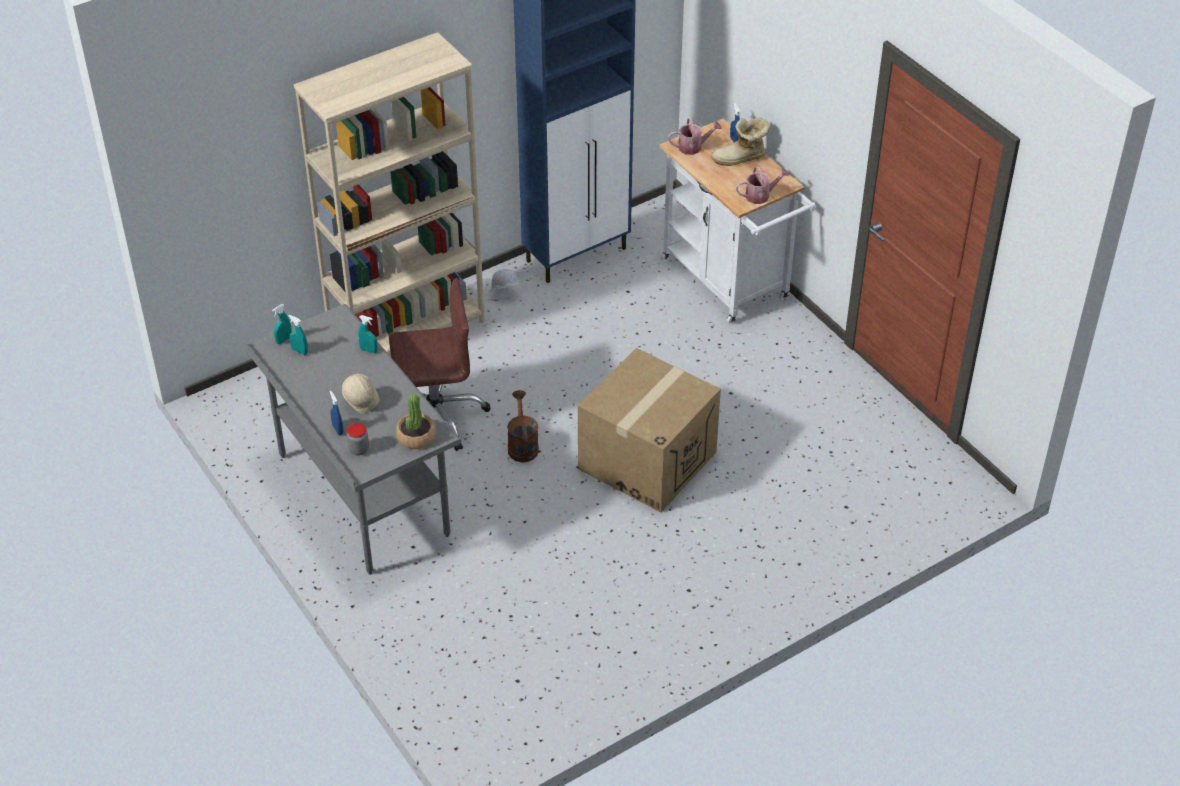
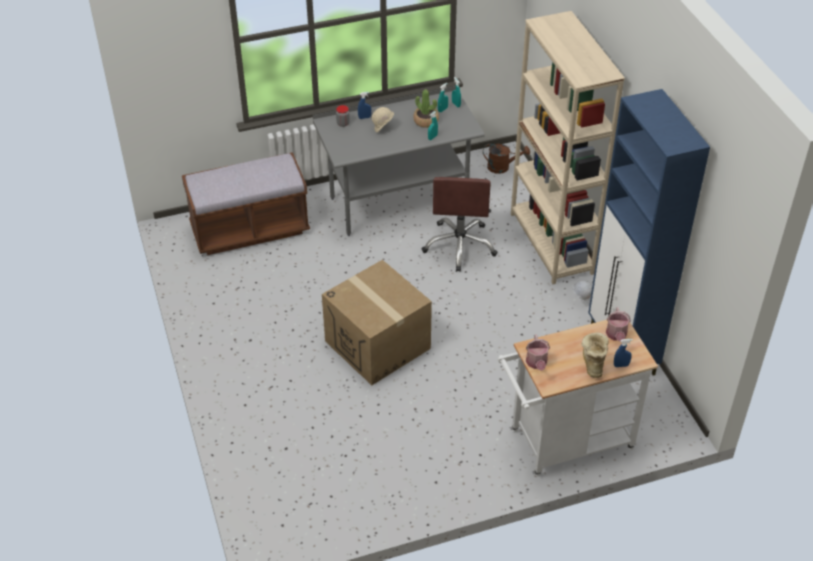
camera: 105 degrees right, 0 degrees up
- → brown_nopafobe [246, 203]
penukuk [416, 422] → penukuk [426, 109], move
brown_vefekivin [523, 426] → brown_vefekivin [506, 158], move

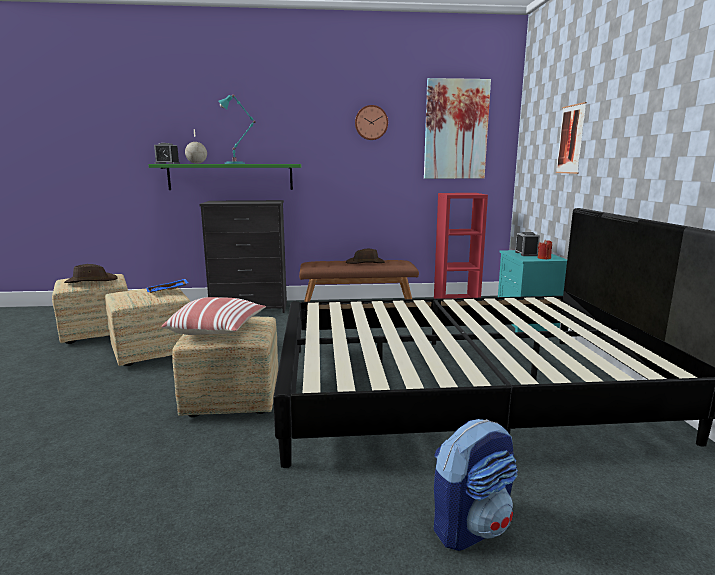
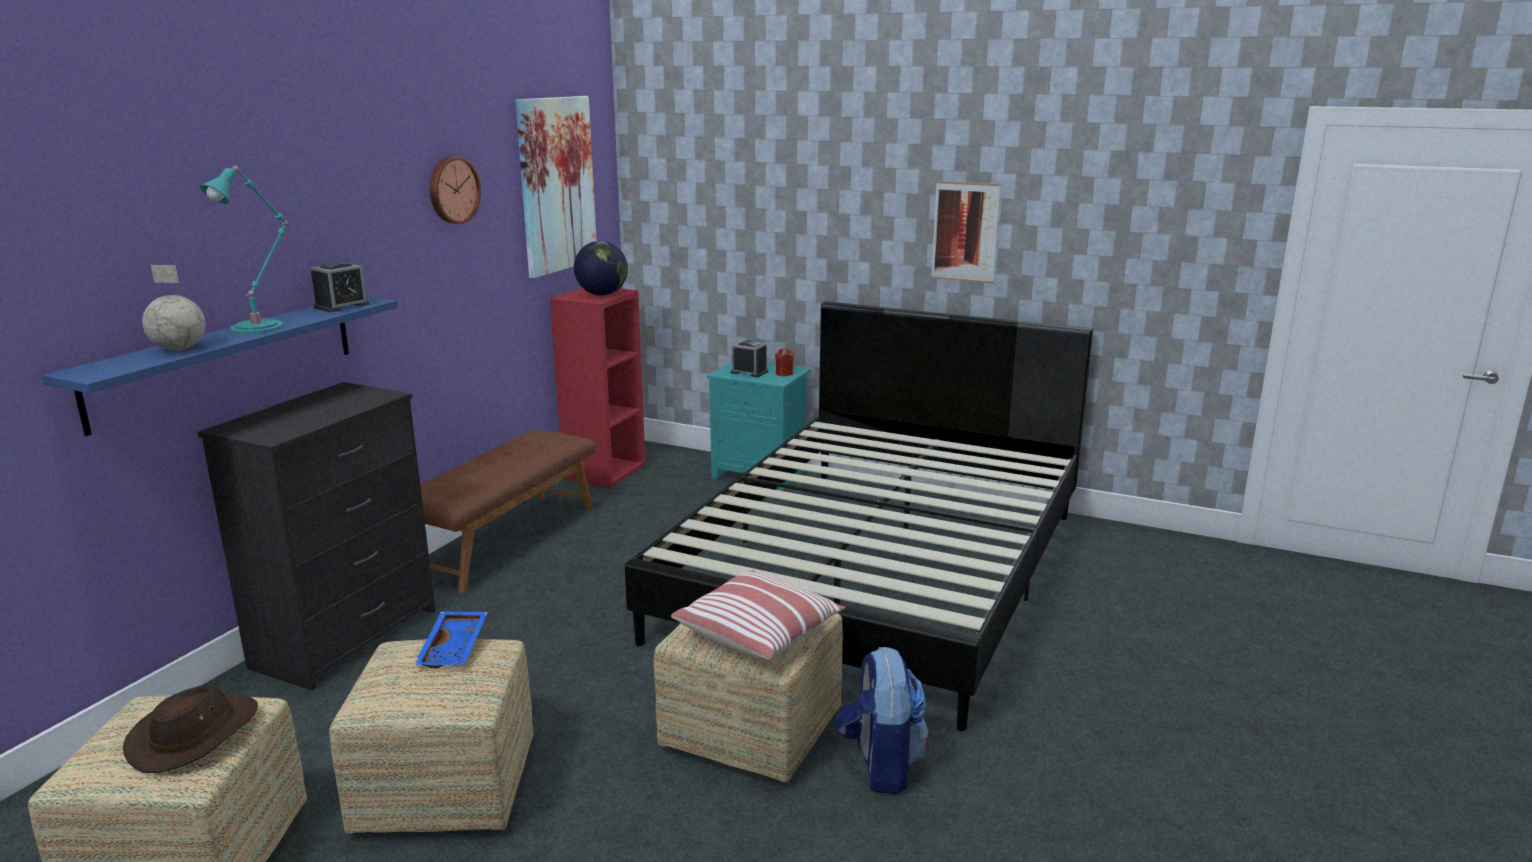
camera: 60 degrees left, 5 degrees up
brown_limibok [365, 256] → -
- → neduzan [601, 268]
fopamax [167, 153] → fopamax [340, 286], move
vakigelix [476, 485] → vakigelix [882, 720], move
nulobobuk [571, 138] → nulobobuk [965, 232], move
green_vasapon [224, 177] → blue_vasapon [219, 366]

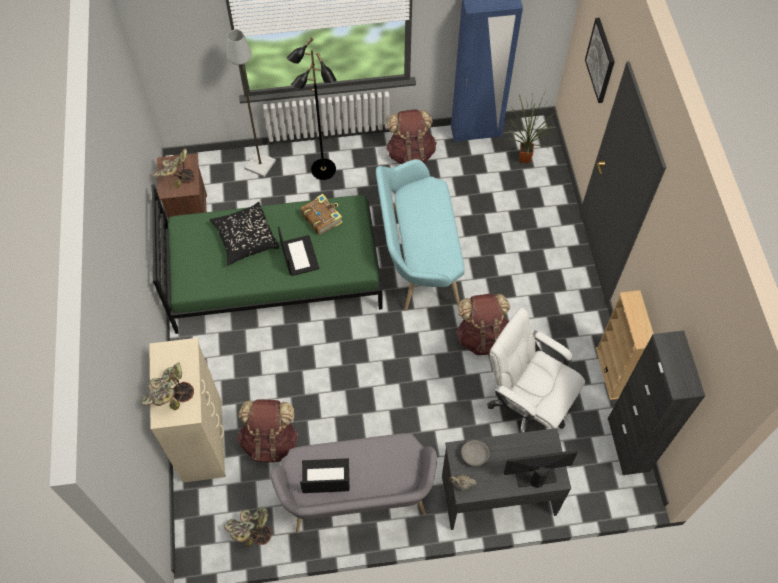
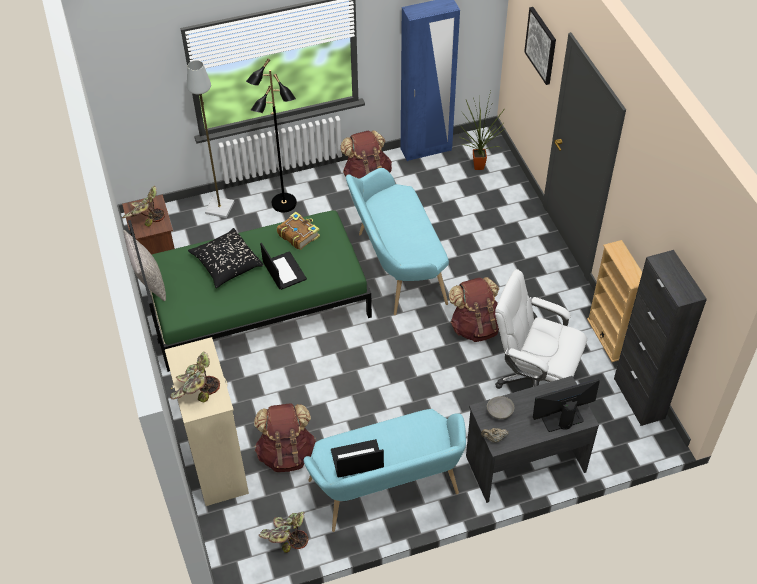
camera: 10 degrees left, 10 degrees down
- → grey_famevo [144, 265]
grey_nopafobe [353, 483] → turquoise_nopafobe [385, 470]

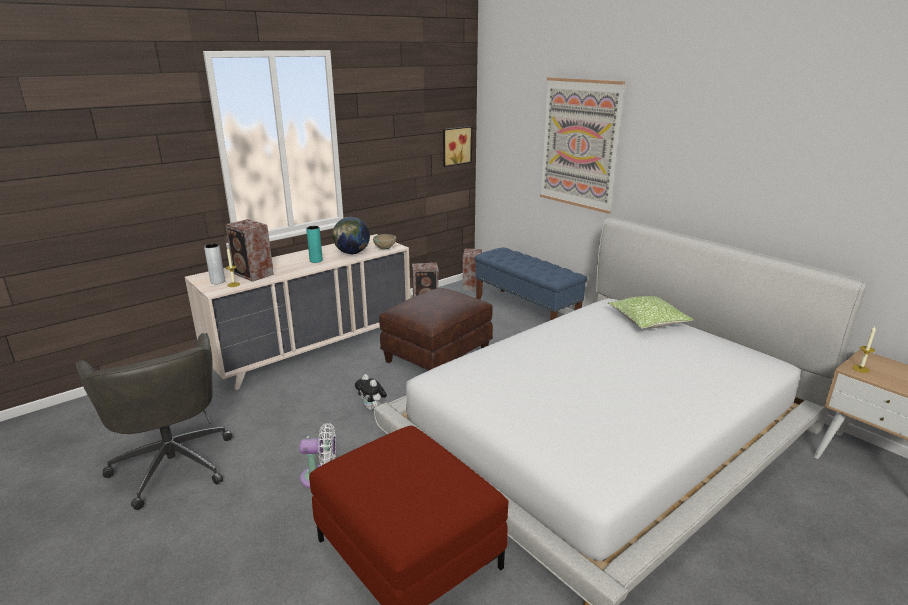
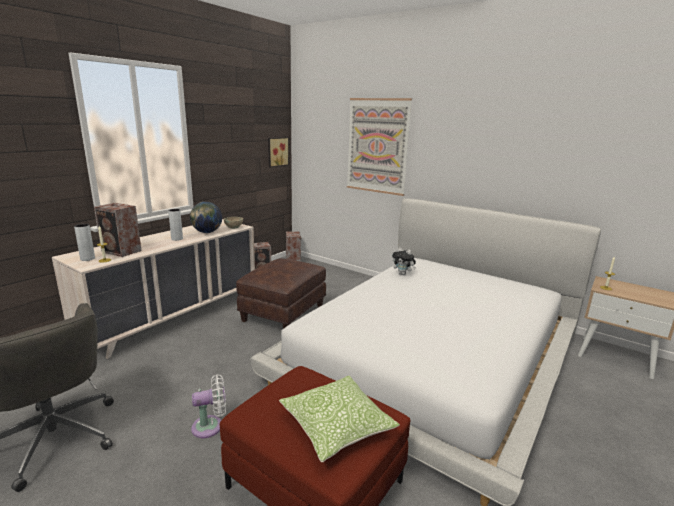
camera: 15 degrees left, 5 degrees down
blue_nopafobe [530, 284] → -
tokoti [371, 392] → tokoti [404, 261], move
famevo [651, 312] → famevo [339, 418], move
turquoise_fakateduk [314, 244] → grey_fakateduk [175, 225]

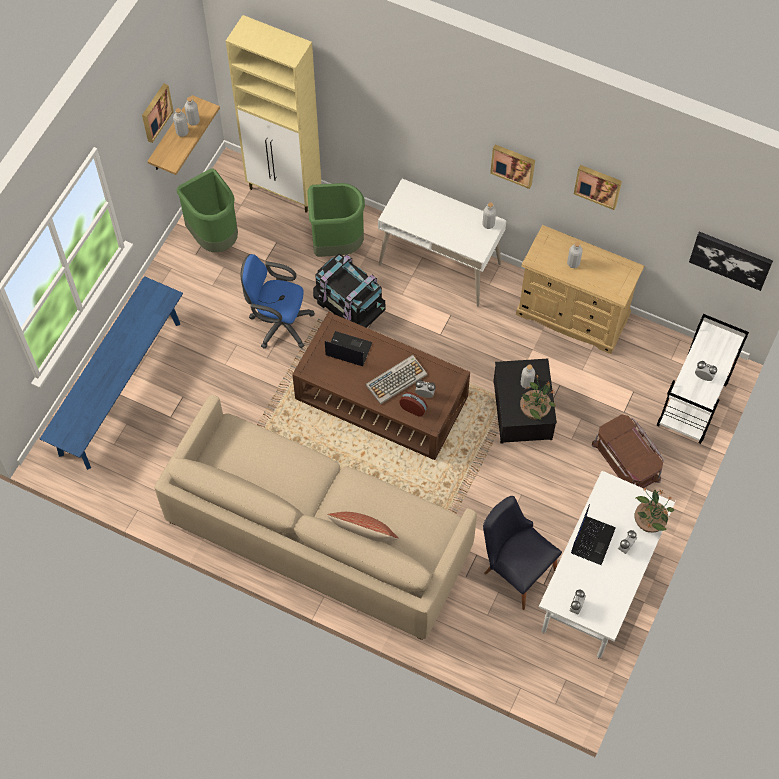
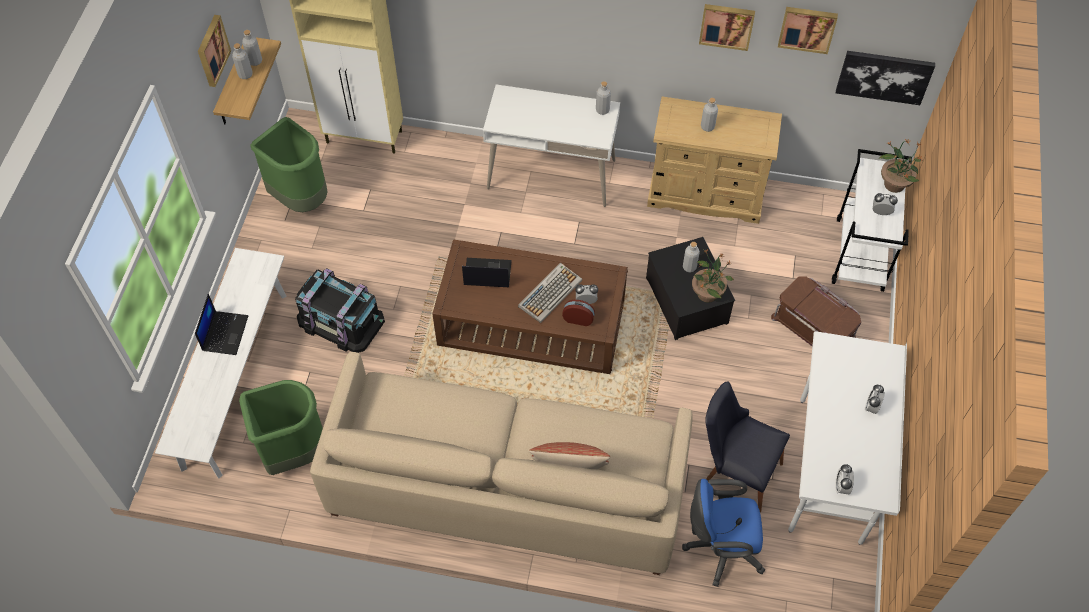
camera: 15 degrees left, 5 degrees down
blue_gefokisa [278, 301] → blue_gefokisa [723, 533], move
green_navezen [336, 220] → green_navezen [281, 427], move
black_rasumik [349, 291] → black_rasumik [340, 310], move
nulobobuk [512, 166] → nulobobuk [808, 30], move
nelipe [593, 534] → nelipe [221, 324], move
penukuk [654, 510] → penukuk [901, 165], move
blue_nopafobe [111, 373] → white_nopafobe [221, 363]

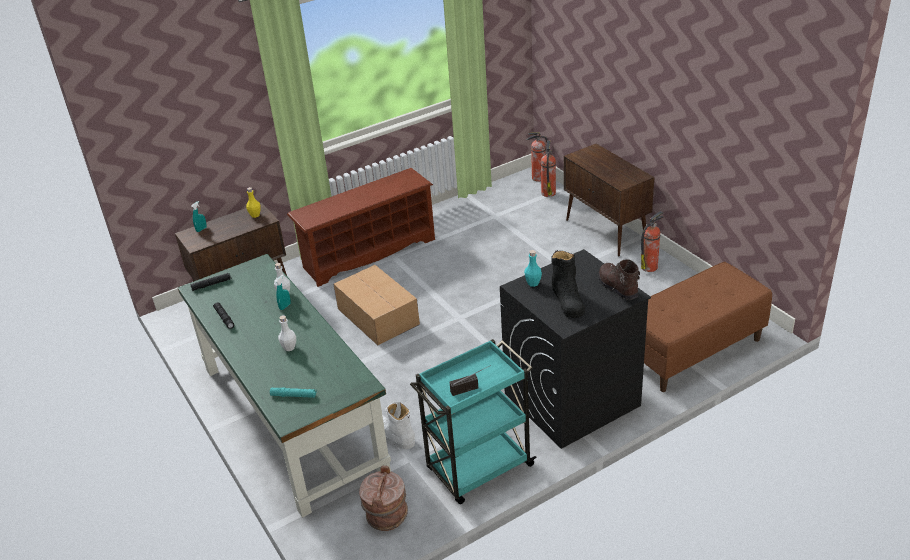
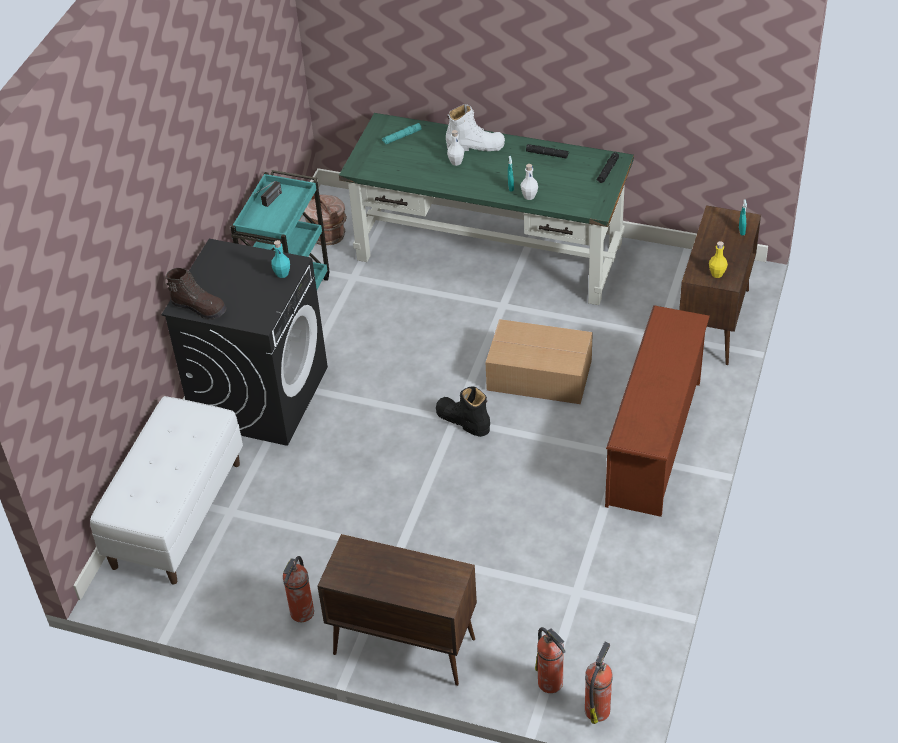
camera: 140 degrees right, 10 degrees up
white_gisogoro [392, 425] → white_gisogoro [475, 127], move
black_gisogoro [568, 284] → black_gisogoro [463, 412], move
brown_nopafobe [708, 327] → white_nopafobe [166, 490]

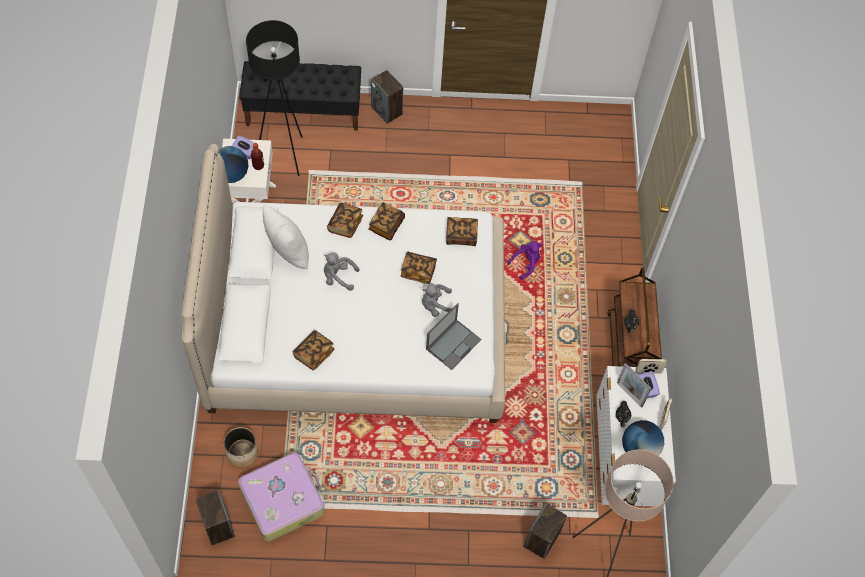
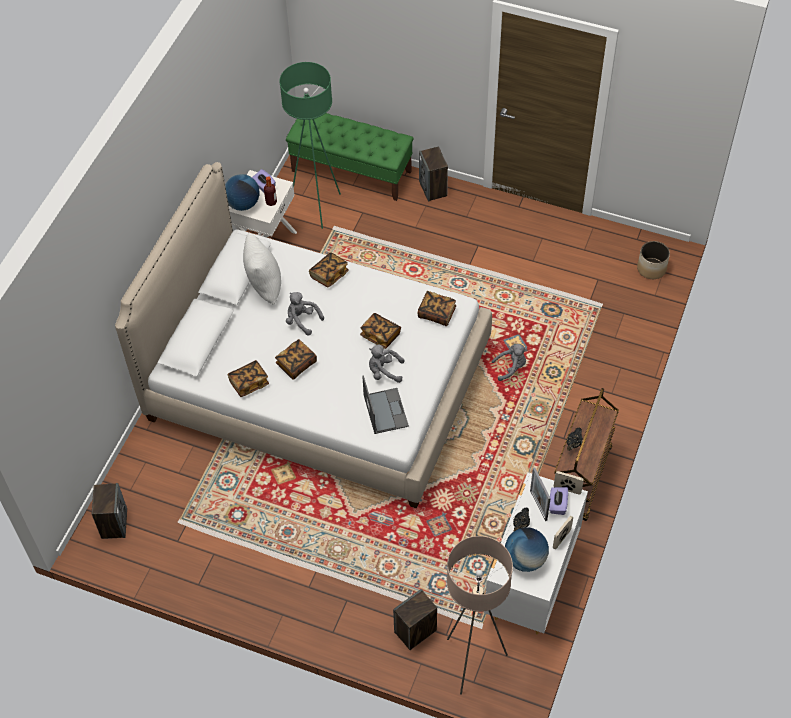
camera: 25 degrees right, 5 degrees down
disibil [281, 497] → -
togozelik [241, 447] → togozelik [653, 260], move
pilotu [386, 221] → pilotu [296, 359], move
black_nopafobe [300, 96] → green_nopafobe [350, 157]
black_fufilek [274, 98] → green_fufilek [310, 145]
purple_tokoti [524, 261] → grey_tokoti [509, 362]
nelipe [454, 336] → nelipe [385, 404], 75 degrees counterclockwise

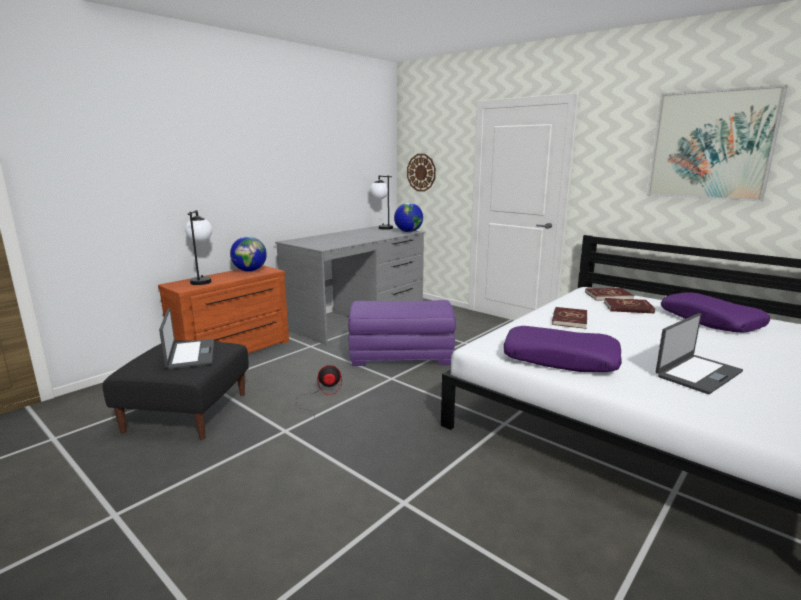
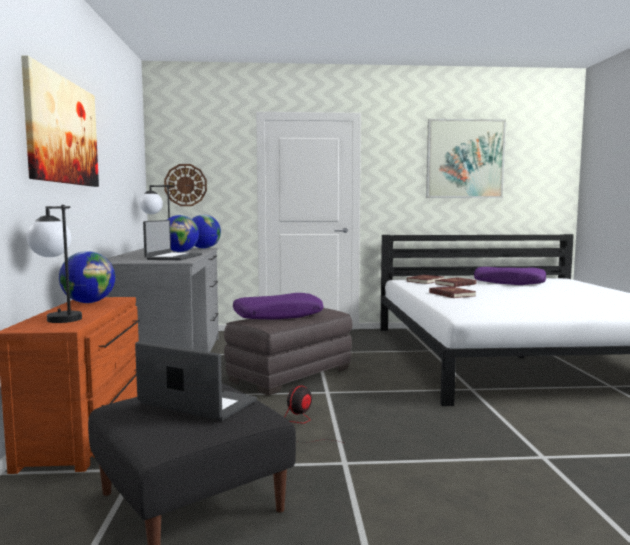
camera: 45 degrees left, 10 degrees down
- → nulobobuk [60, 121]
- → neduzan [183, 233]
purple_famevo [563, 349] → purple_famevo [278, 306], move
nelipe [699, 353] → nelipe [172, 240], move
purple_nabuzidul [402, 333] → grey_nabuzidul [288, 352]

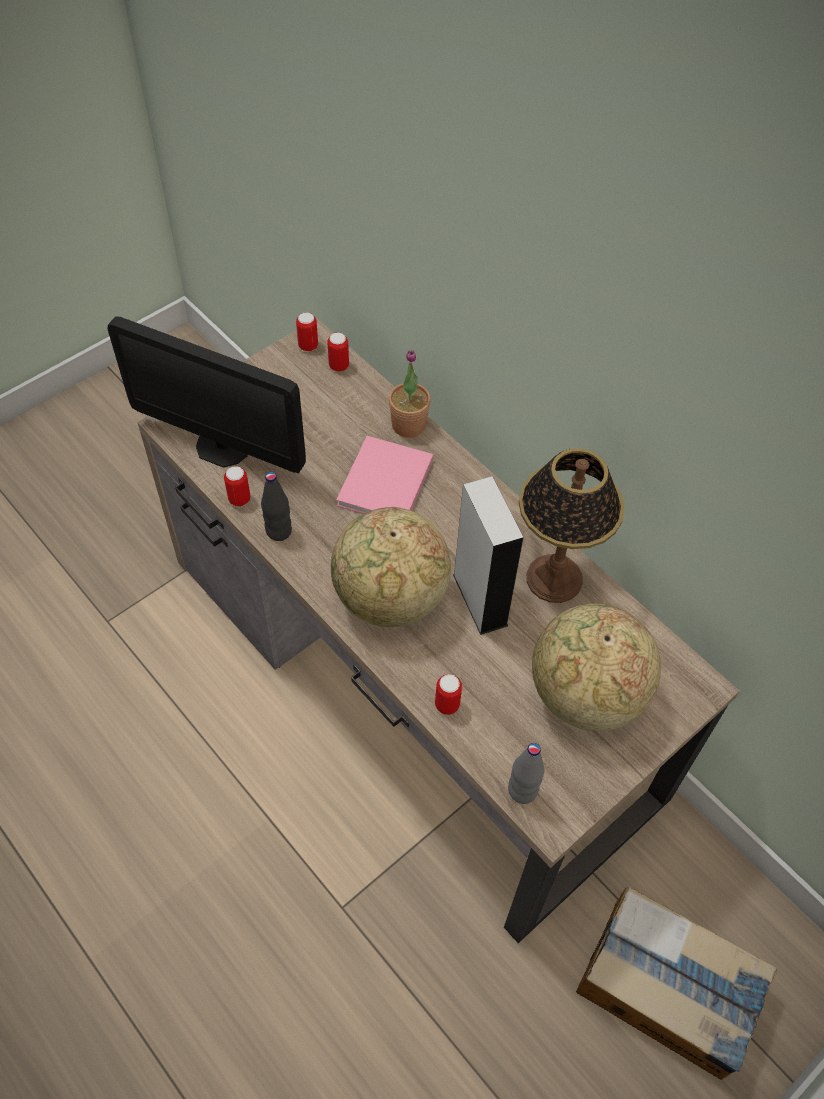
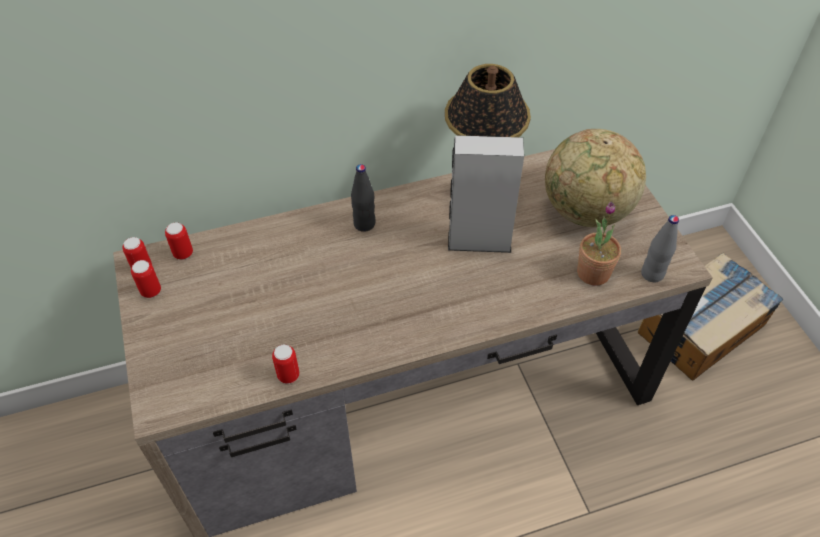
camera: 65 degrees left, 5 degrees down
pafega [206, 394] → -
neduzan [391, 567] → -
pink_pilotu [384, 475] → -
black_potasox [276, 506] → black_potasox [363, 198], move
penukuk [410, 394] → penukuk [599, 244], move
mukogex [448, 694] → mukogex [146, 279], move

